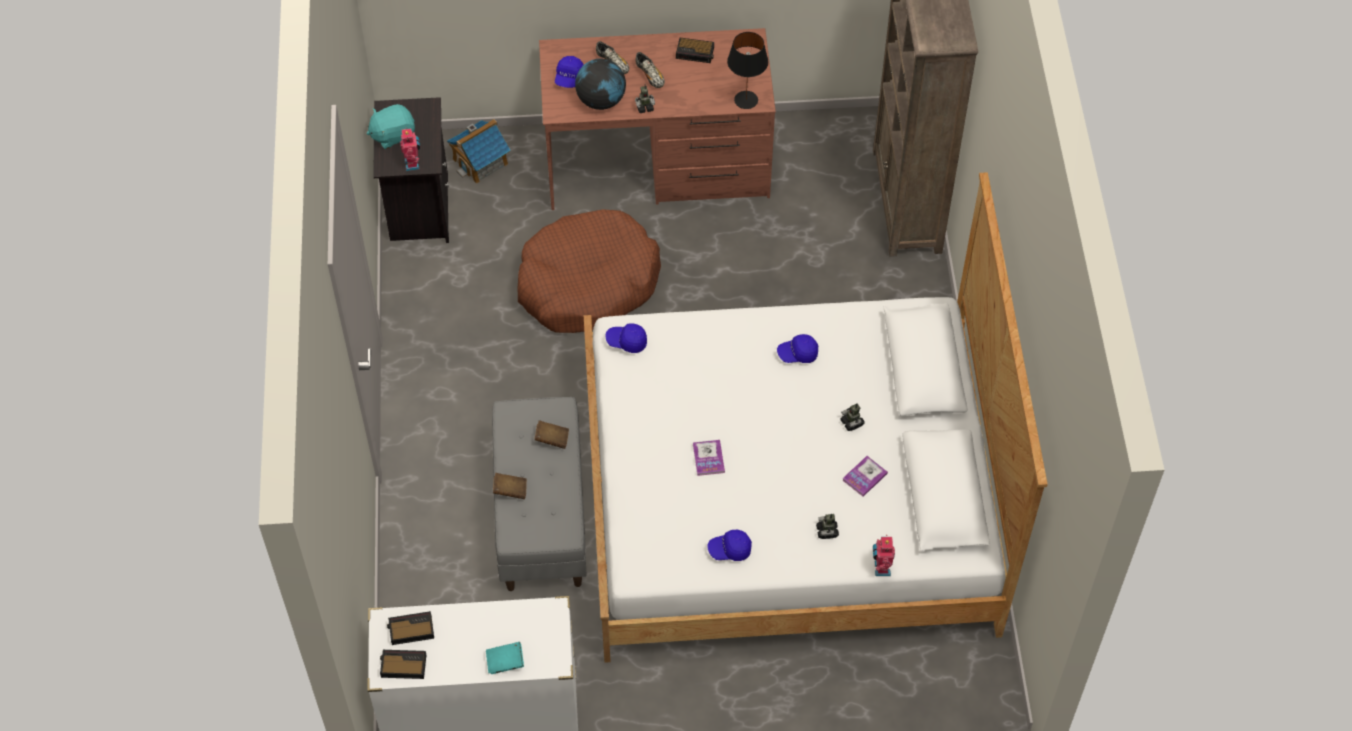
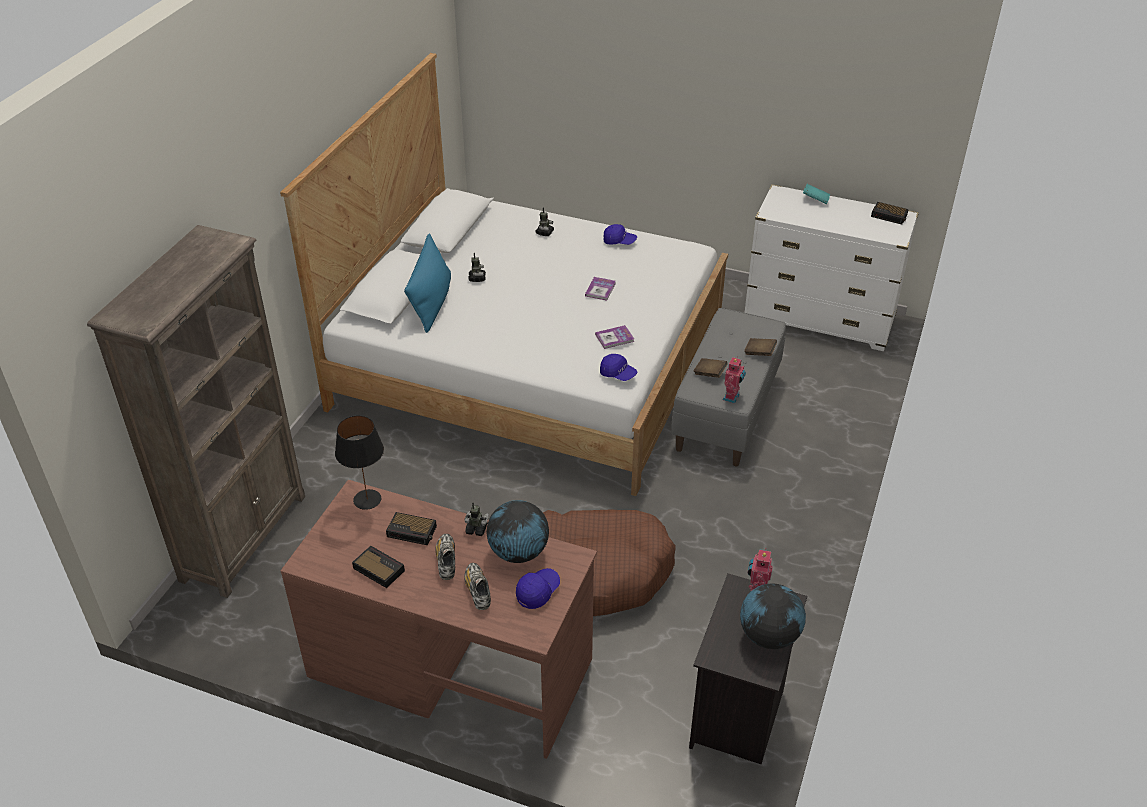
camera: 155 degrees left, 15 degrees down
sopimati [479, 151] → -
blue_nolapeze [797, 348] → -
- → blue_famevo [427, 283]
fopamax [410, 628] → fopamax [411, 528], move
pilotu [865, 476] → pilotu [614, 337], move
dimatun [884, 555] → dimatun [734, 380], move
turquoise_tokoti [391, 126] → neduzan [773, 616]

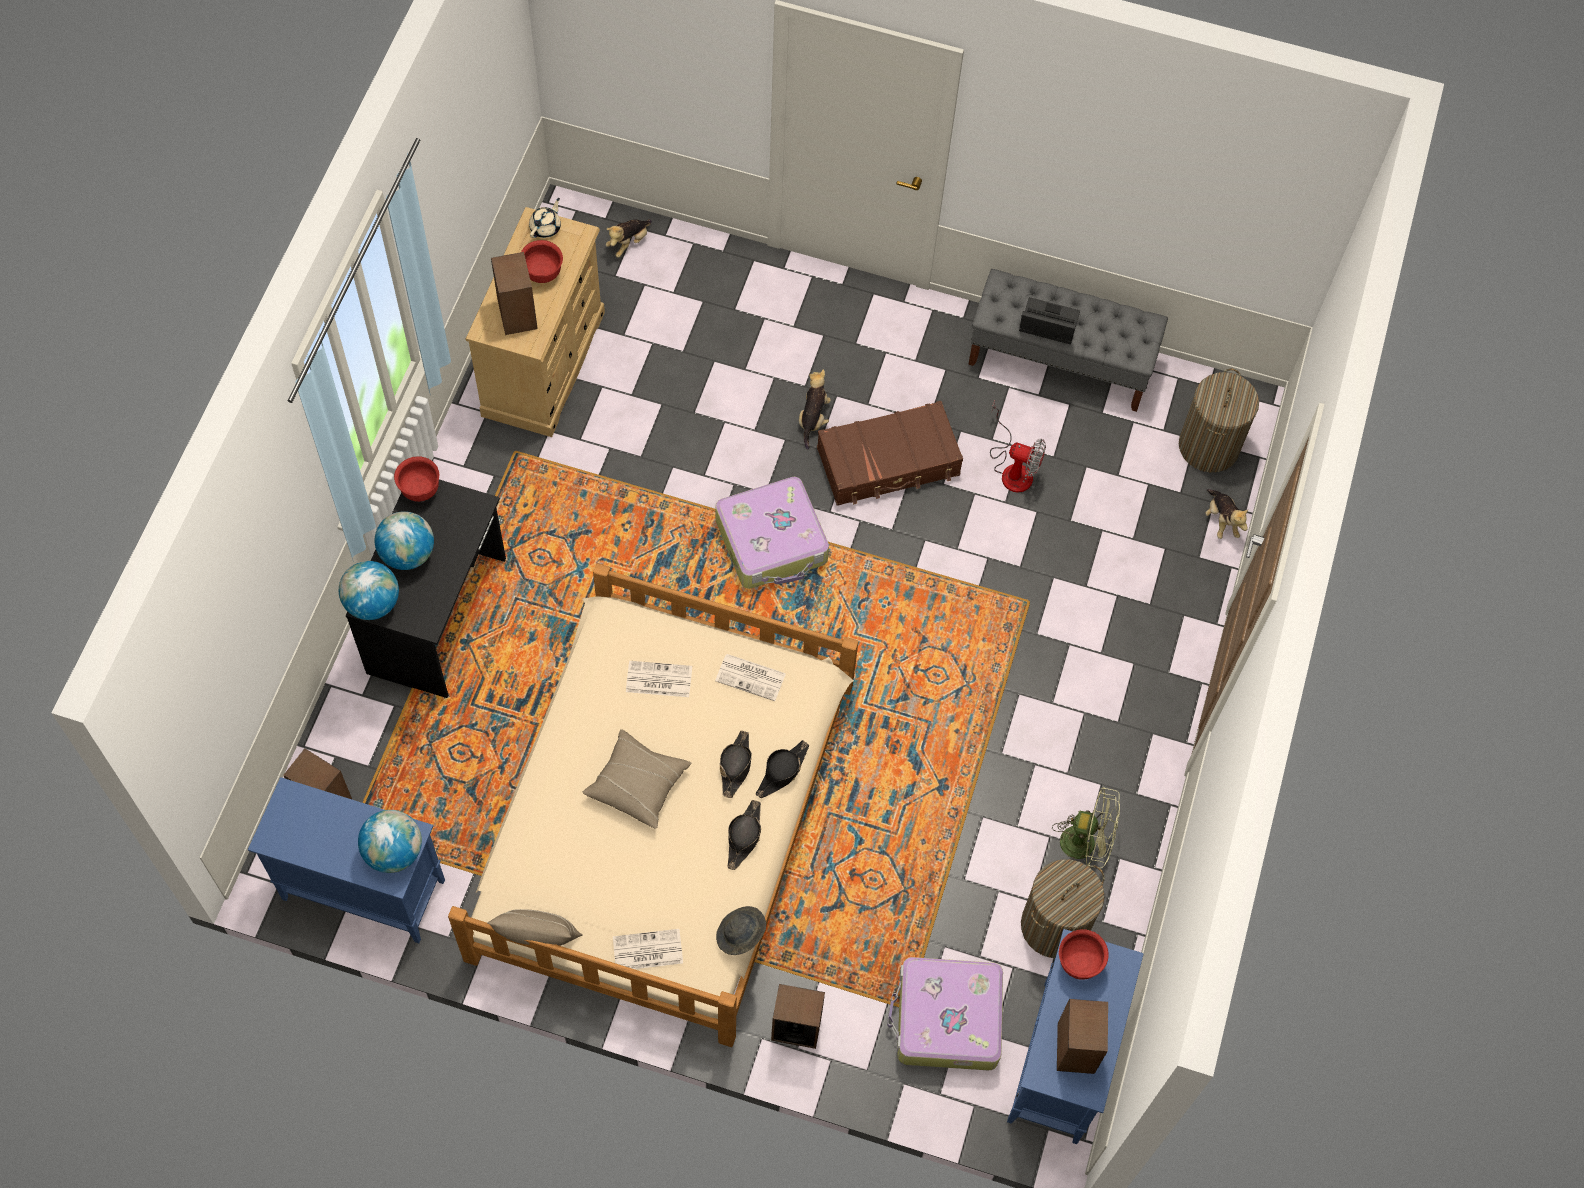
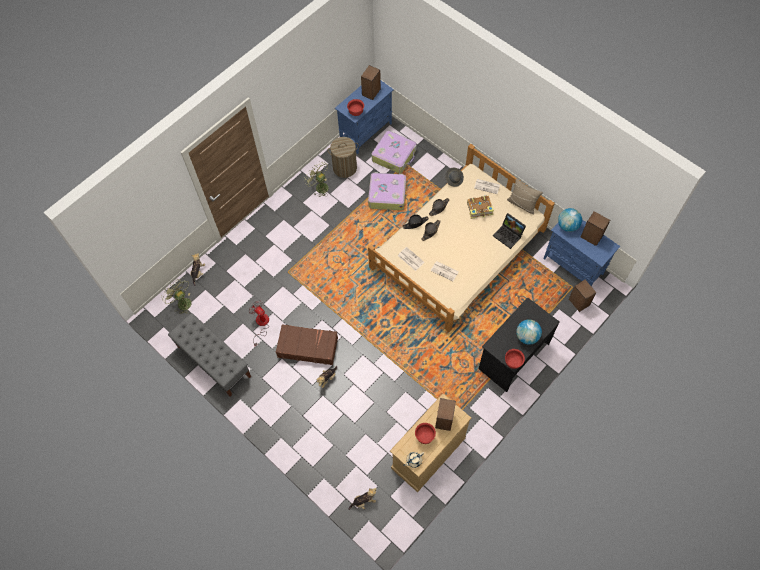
camera: 150 degrees left, 0 degrees up
neduzan [369, 590] → -
beige_famevo [637, 779] → -
- → pilotu [480, 207]
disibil [772, 533] → disibil [387, 191], move
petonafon [798, 1016] → petonafon [595, 228], move
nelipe [1049, 320] → nelipe [509, 231], move
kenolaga [1219, 420] → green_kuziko [177, 296]

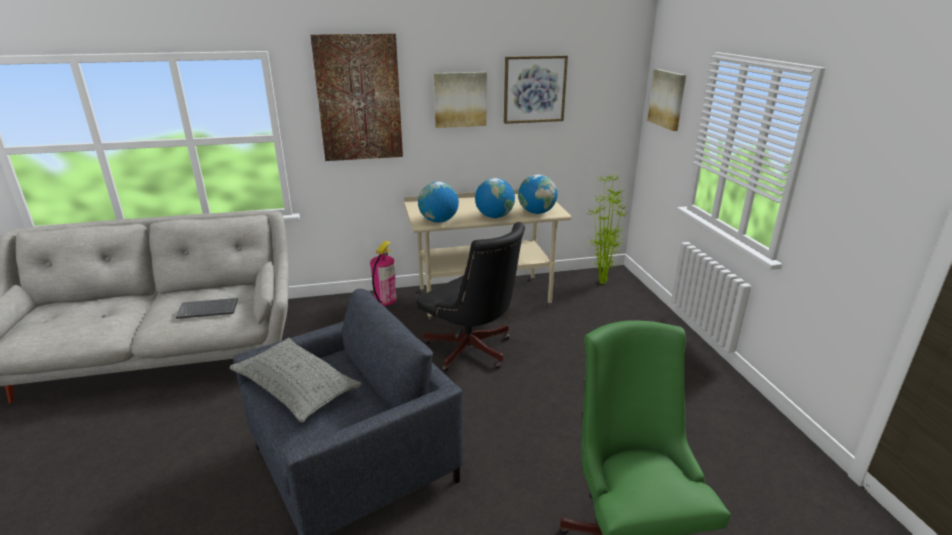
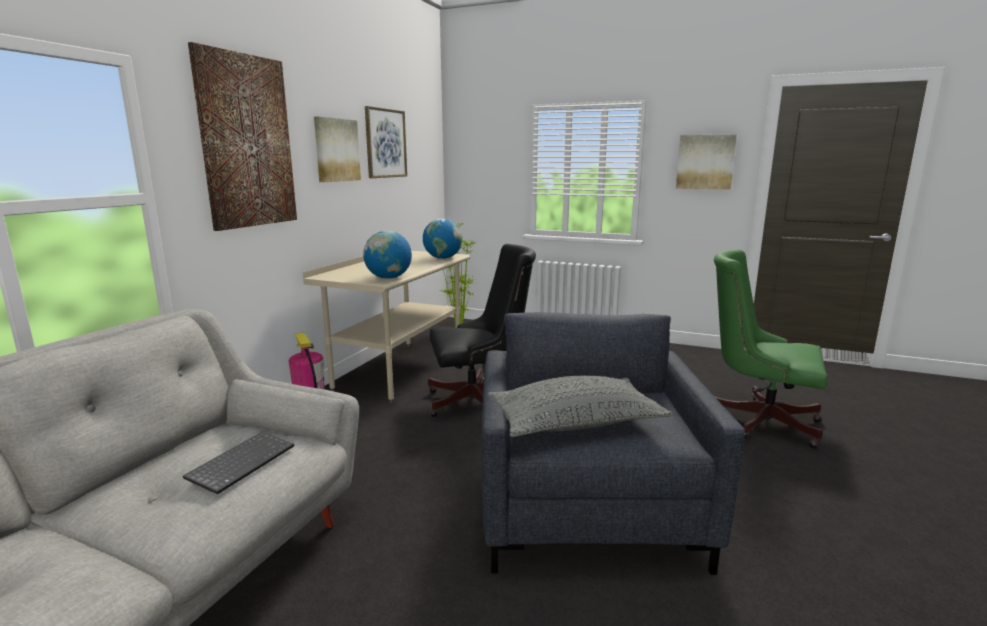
camera: 55 degrees left, 10 degrees down
neduzan [495, 198] → -
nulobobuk [666, 100] → nulobobuk [706, 162], move

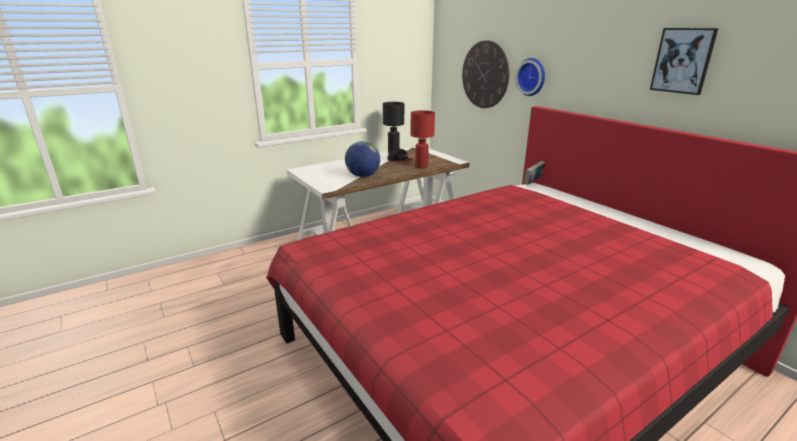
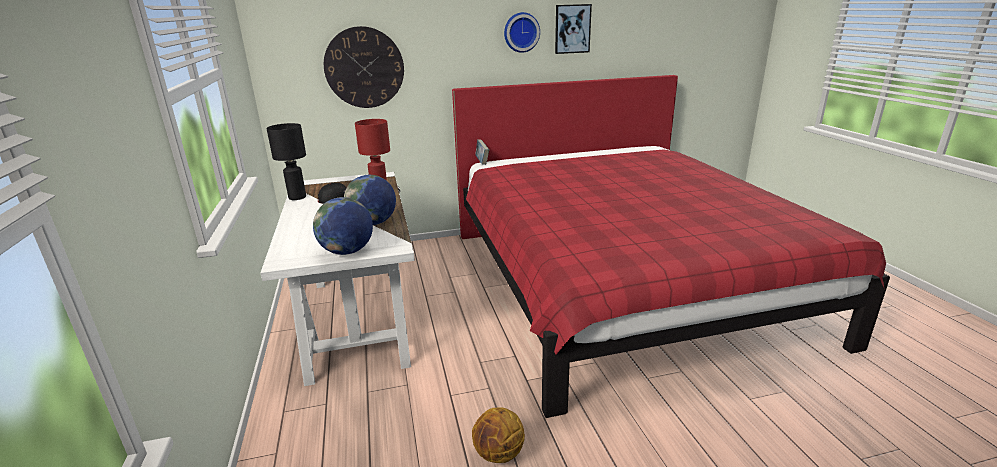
camera: 70 degrees left, 0 degrees up
- → neduzan [343, 226]
- → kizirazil [498, 435]
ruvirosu [530, 77] → ruvirosu [522, 32], move

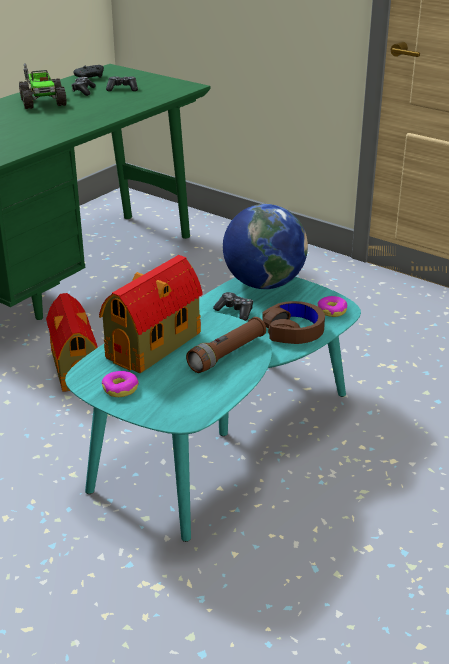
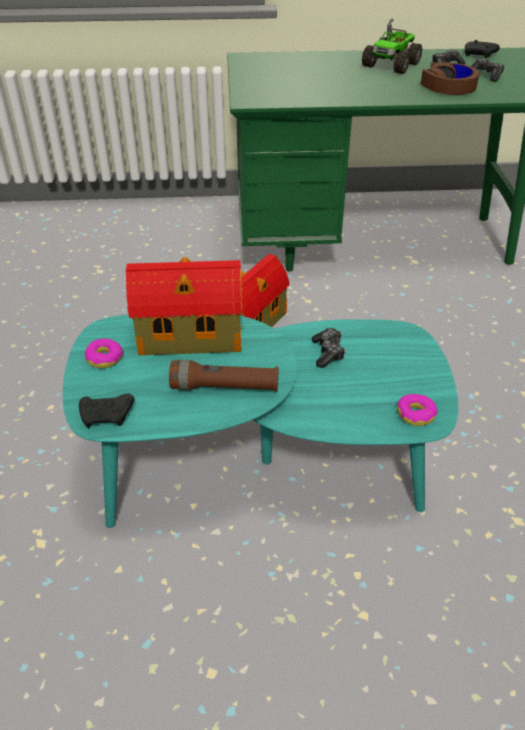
camera: 50 degrees right, 10 degrees up
neduzan [265, 246] → -
- → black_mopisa [106, 411]
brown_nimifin [293, 322] → brown_nimifin [450, 78], move

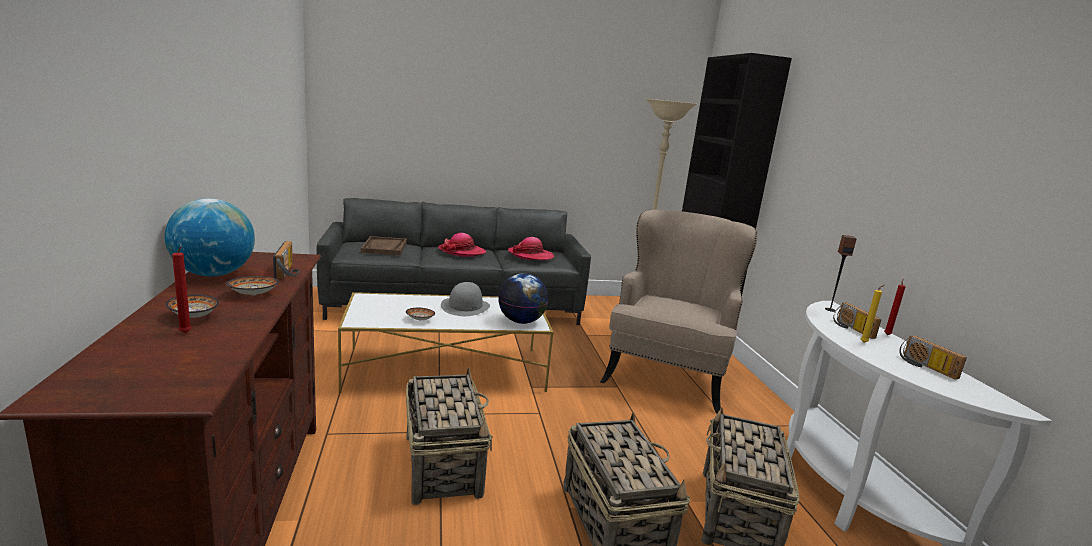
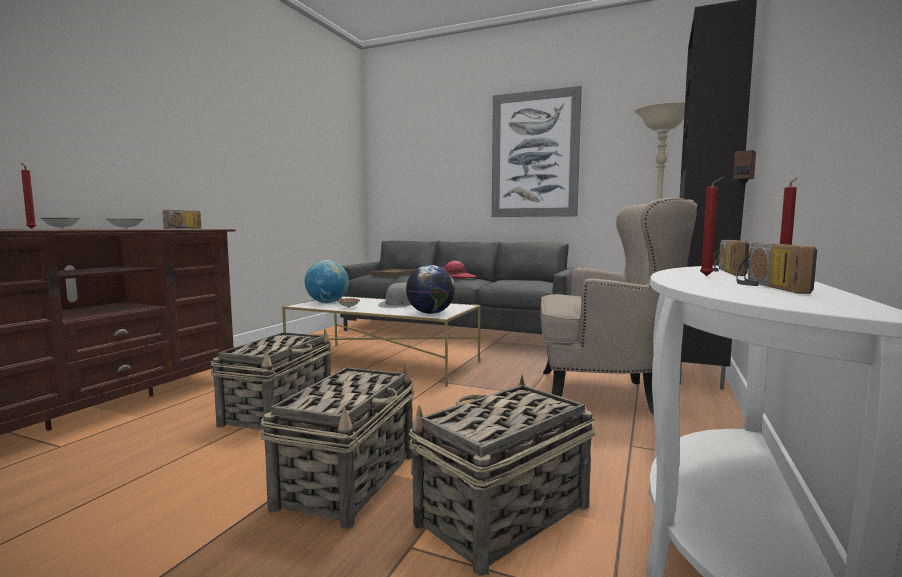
camera: 35 degrees right, 10 degrees down
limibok [531, 248] → -
- → nulobobuk [537, 151]
neduzan [210, 237] → neduzan [327, 281], move
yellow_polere [872, 314] → red_polere [712, 226]
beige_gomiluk [678, 312] → beige_gomiluk [619, 305], 45 degrees clockwise

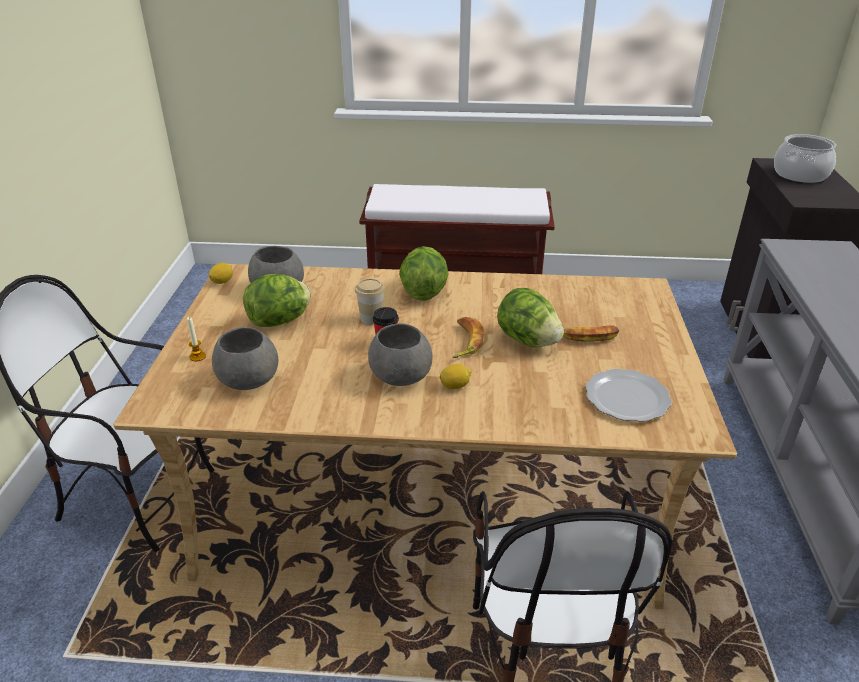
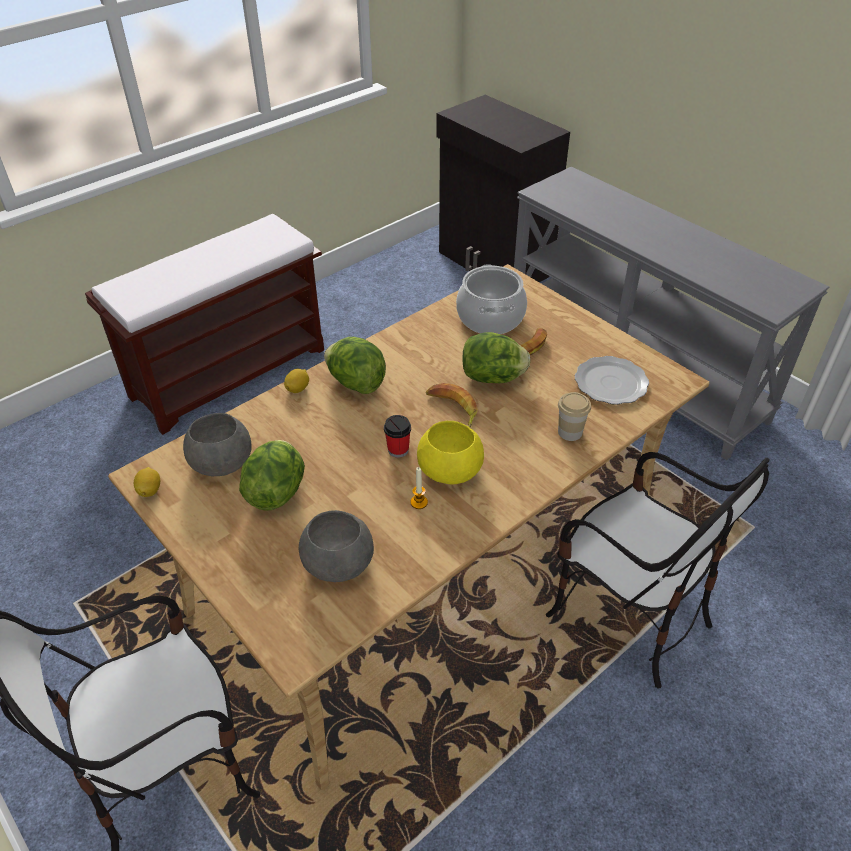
camera: 45 degrees left, 10 degrees up
polere [196, 339] → polere [419, 488], move
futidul [370, 301] → futidul [574, 416], move
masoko [455, 376] → masoko [296, 381], move
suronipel [805, 158] → suronipel [491, 299], move
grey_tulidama [400, 354] → yellow_tulidama [450, 452]

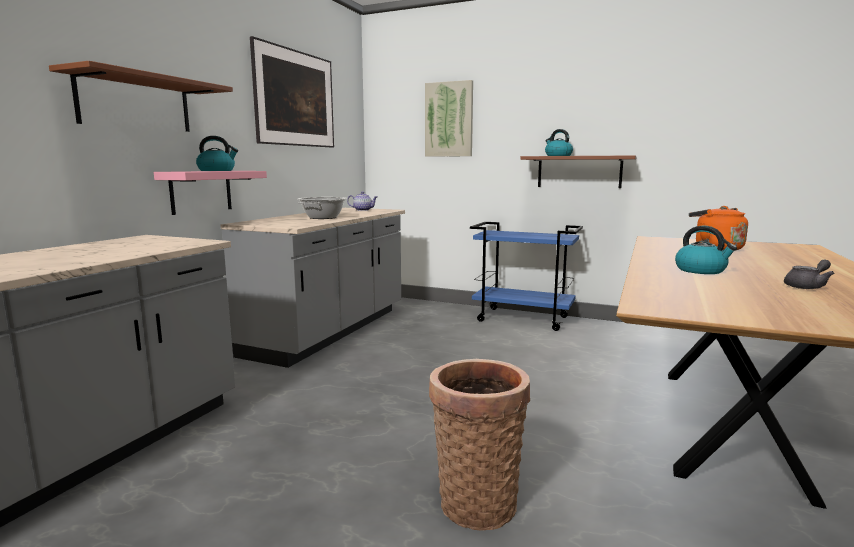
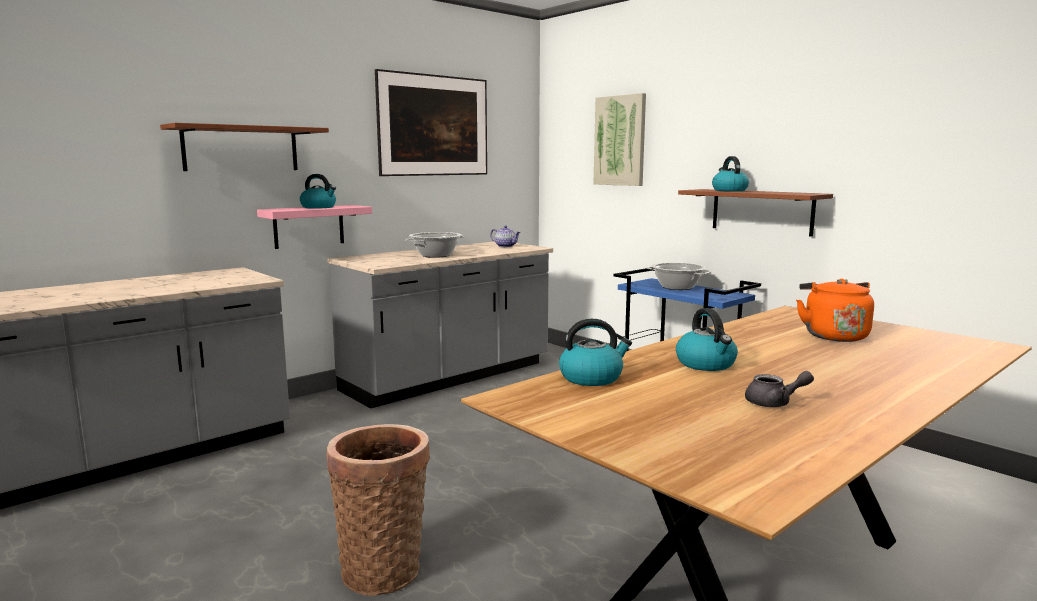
camera: 25 degrees right, 0 degrees up
- → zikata [595, 352]
- → suronipel [679, 276]

